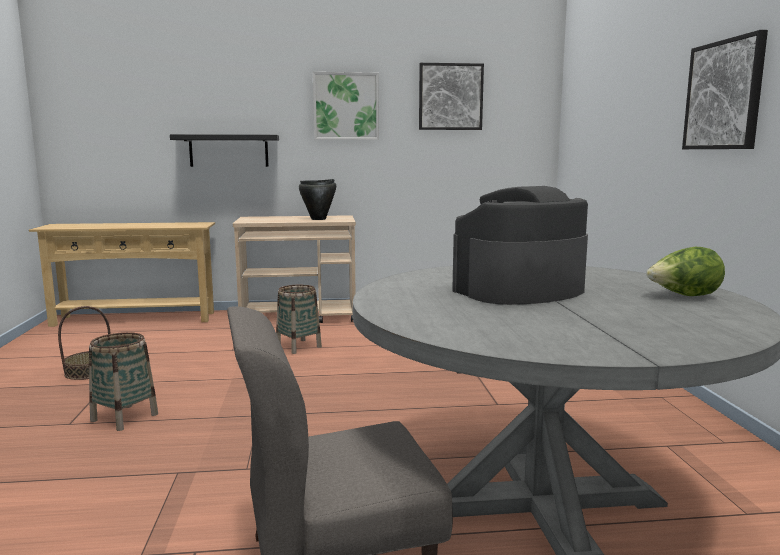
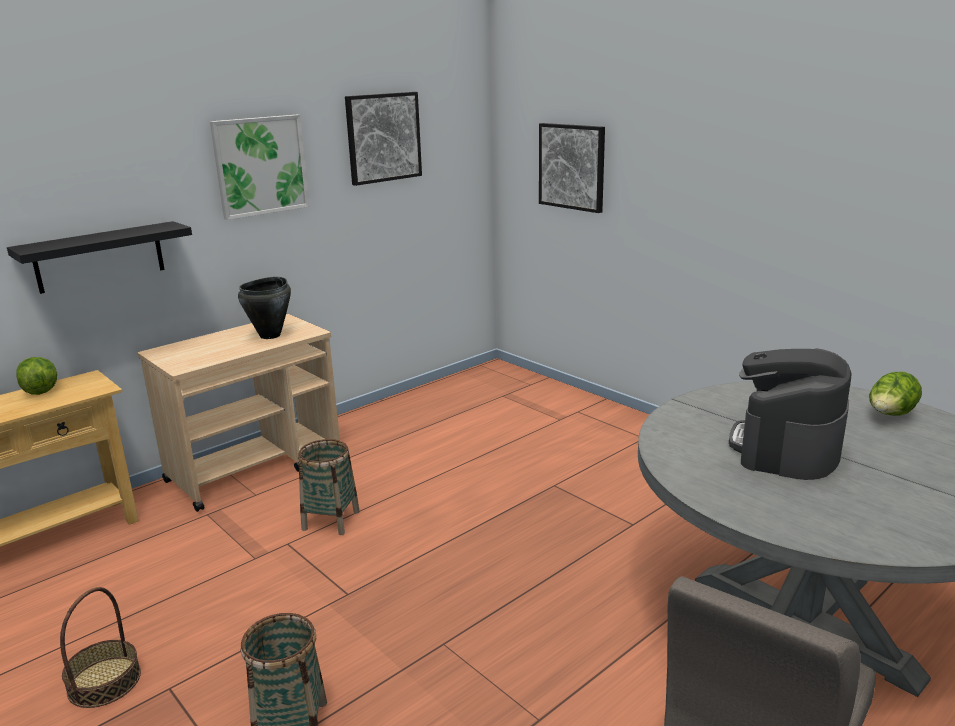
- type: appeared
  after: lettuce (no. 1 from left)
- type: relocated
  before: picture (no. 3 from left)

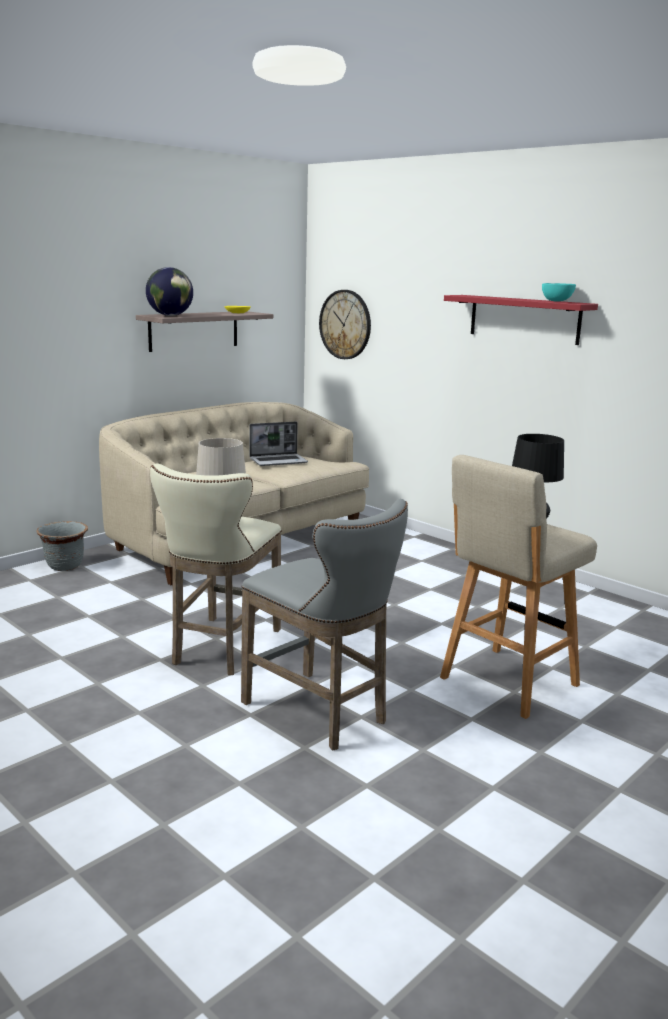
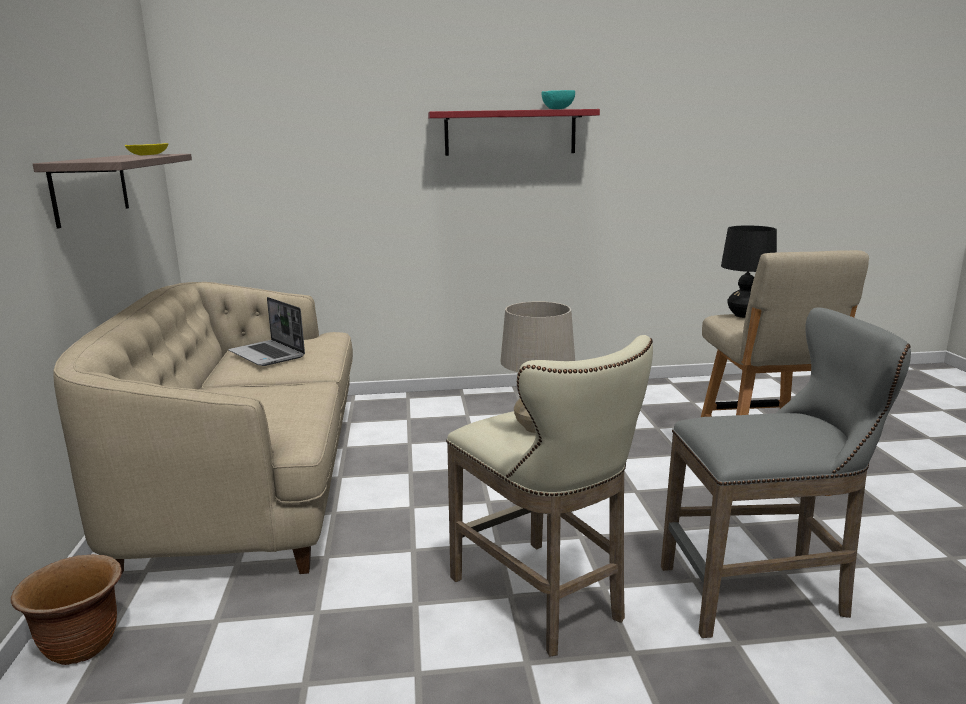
- type: missing
  before: globe
- type: missing
  before: wall_clock
- type: colour
  before: grey_planter
  after: brown_planter
- type: spun
  before: laptop
  turn: 120

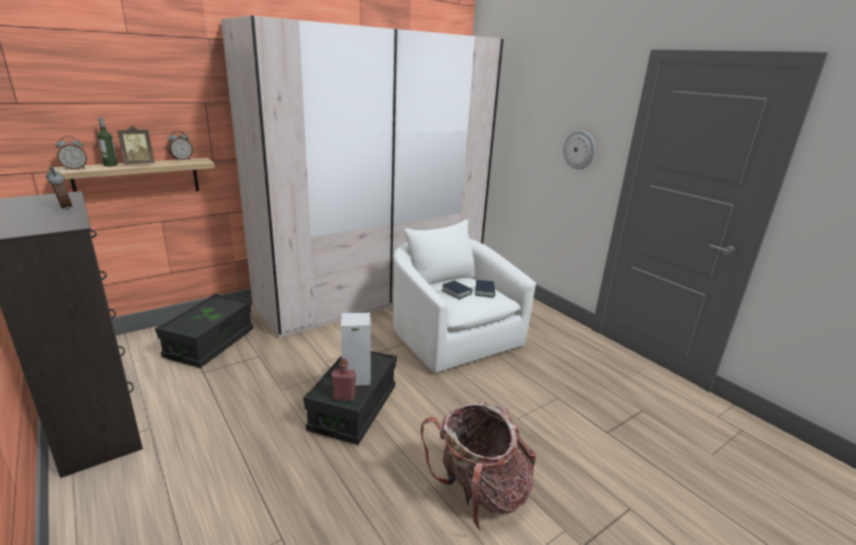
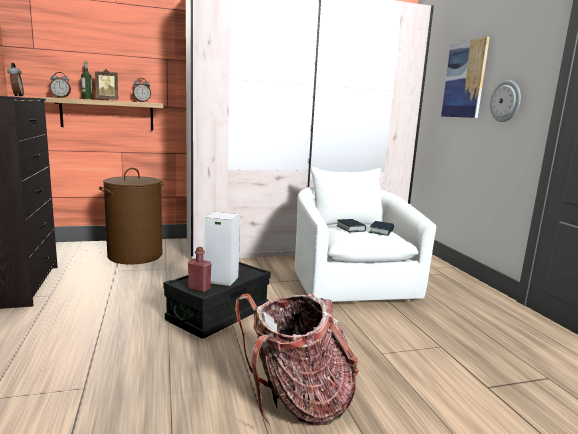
- type: appeared
  after: picture
- type: exchanged
  before: black_storage_box (no. 1 from left)
  after: brown_laundry_basket

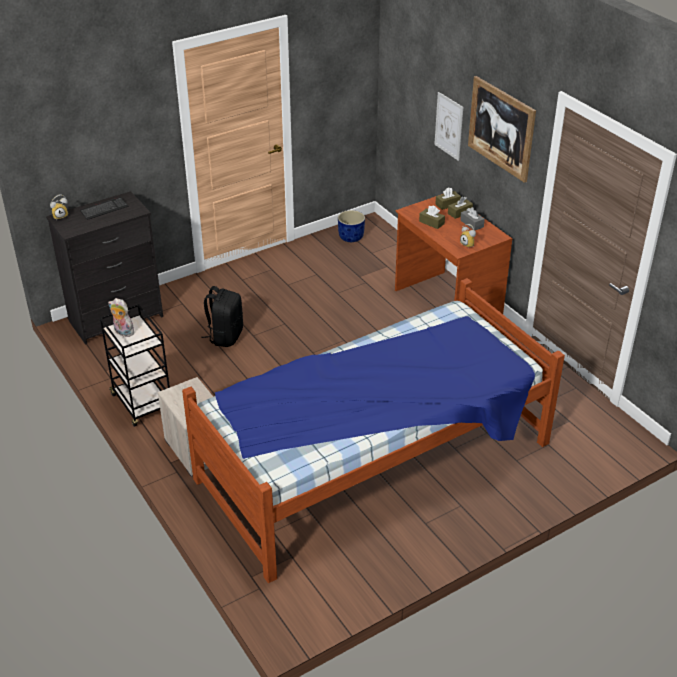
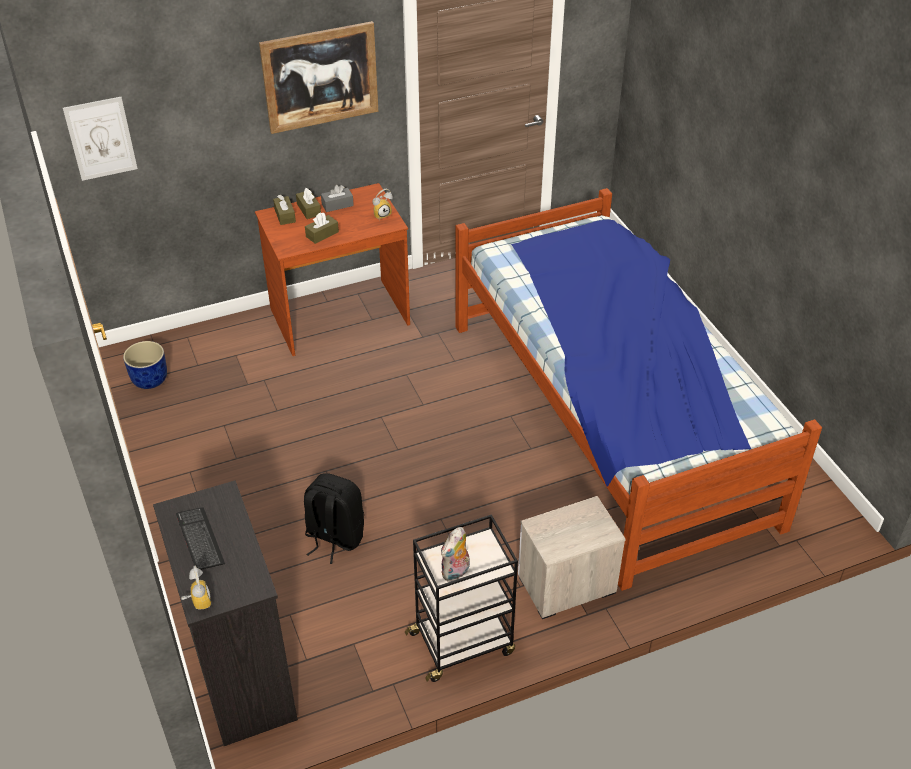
- type: relocated
  before: picture (no. 1 from left)

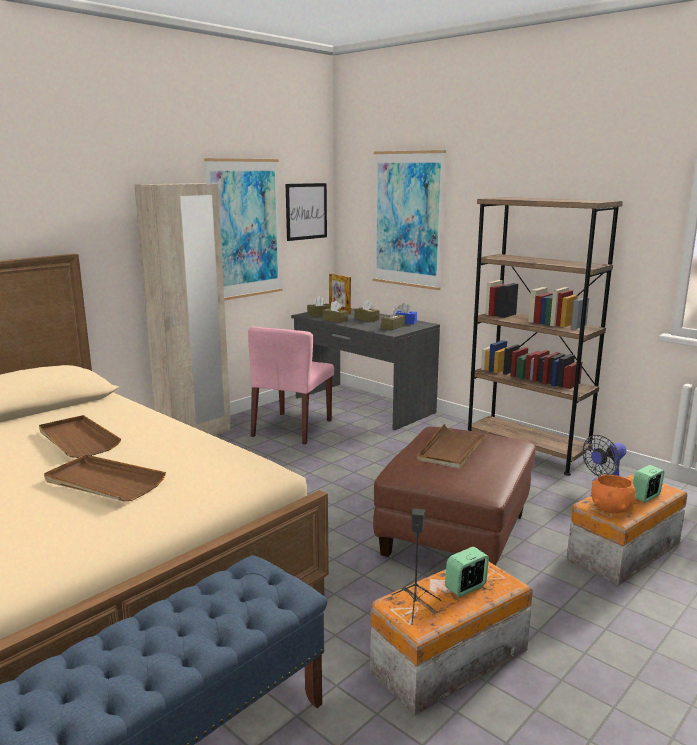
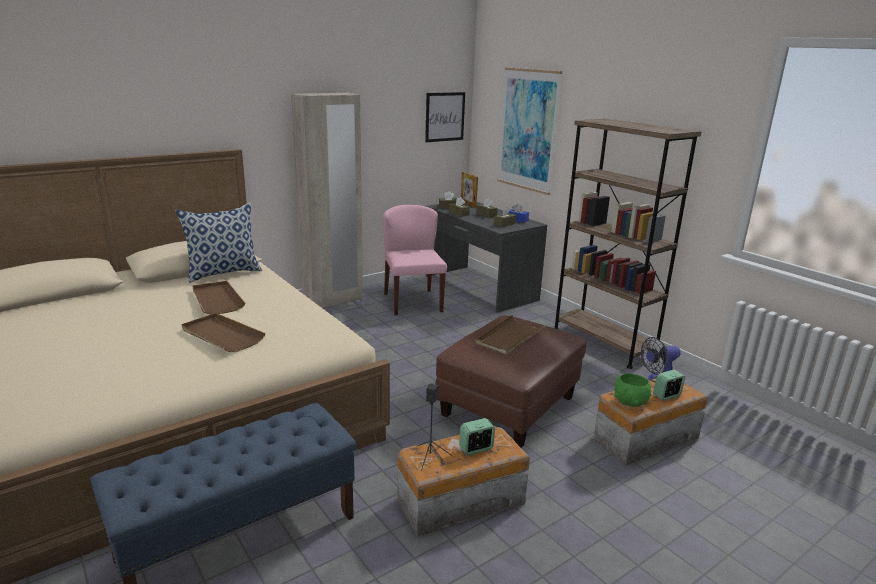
- type: missing
  before: picture (no. 1 from left)
- type: appeared
  after: pillow
- type: colour
  before: orange_bowl
  after: green_bowl
- type: spun
  before: pink_chair
  turn: 135

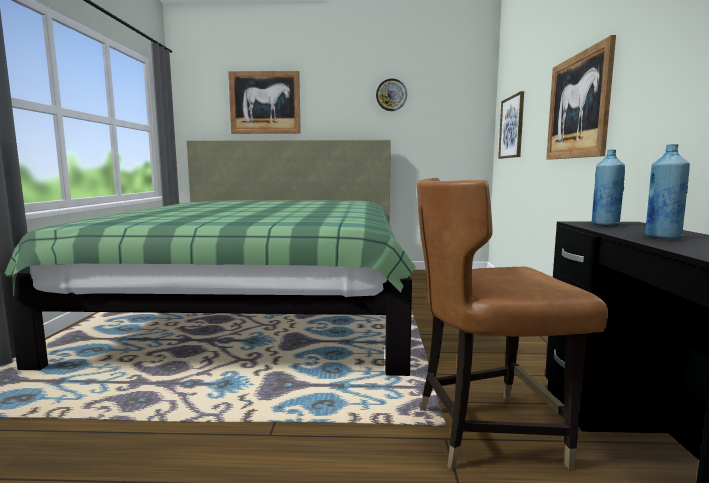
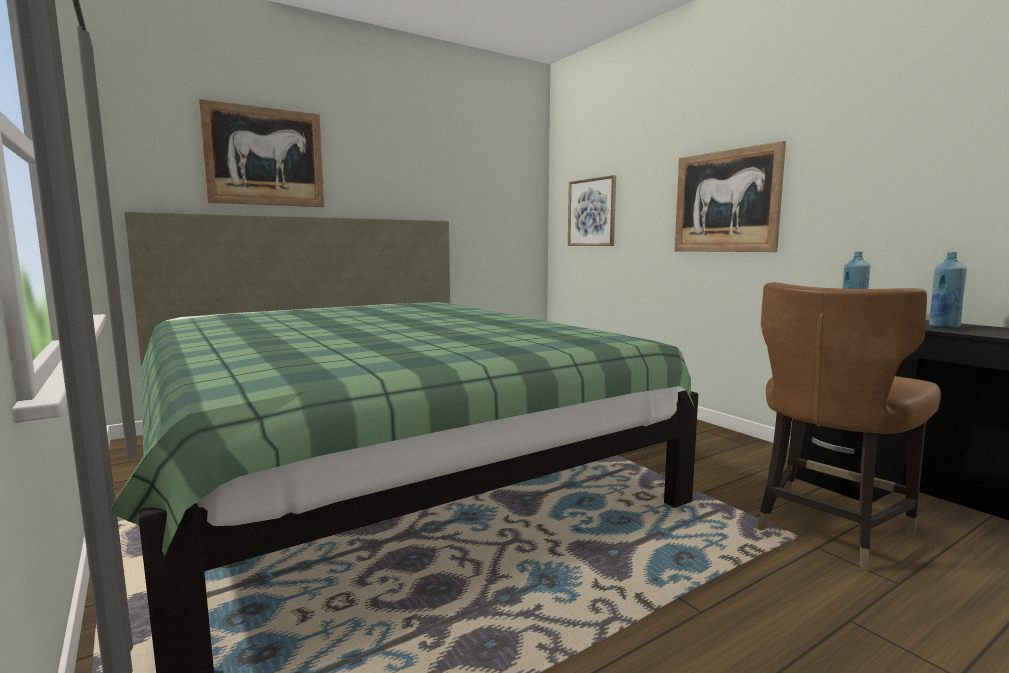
- type: missing
  before: wall_clock

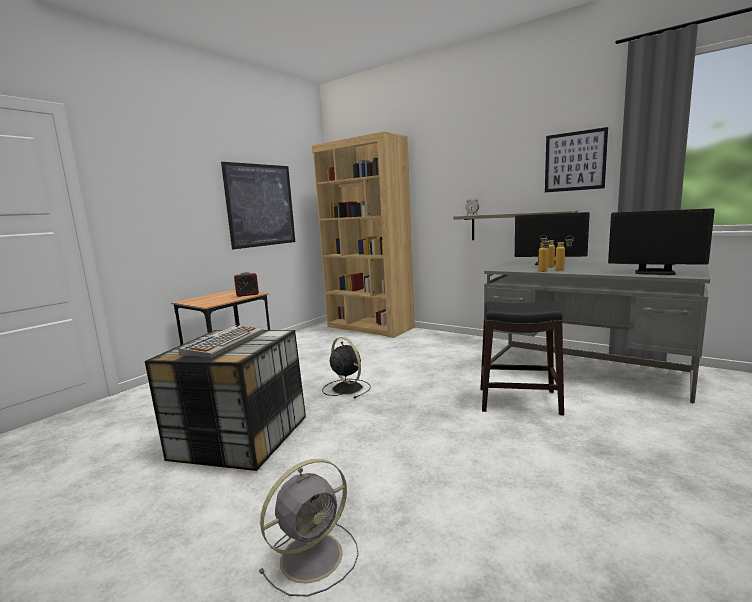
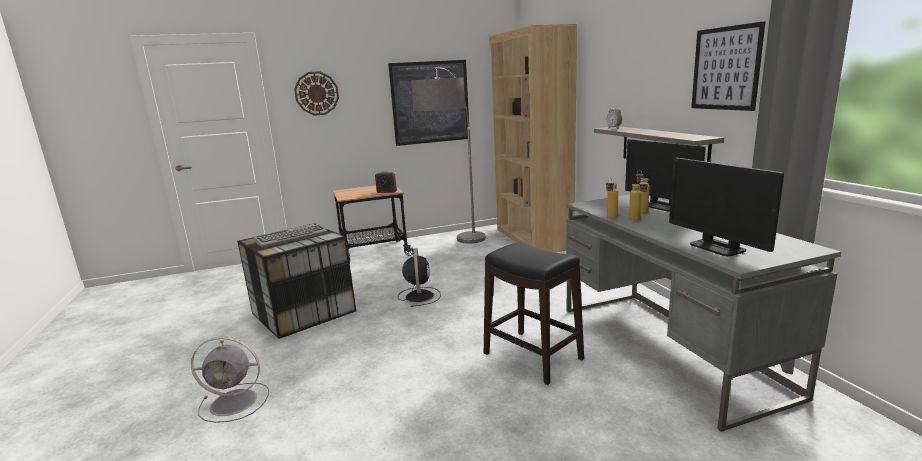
- type: appeared
  after: wall_clock
- type: appeared
  after: floor_lamp

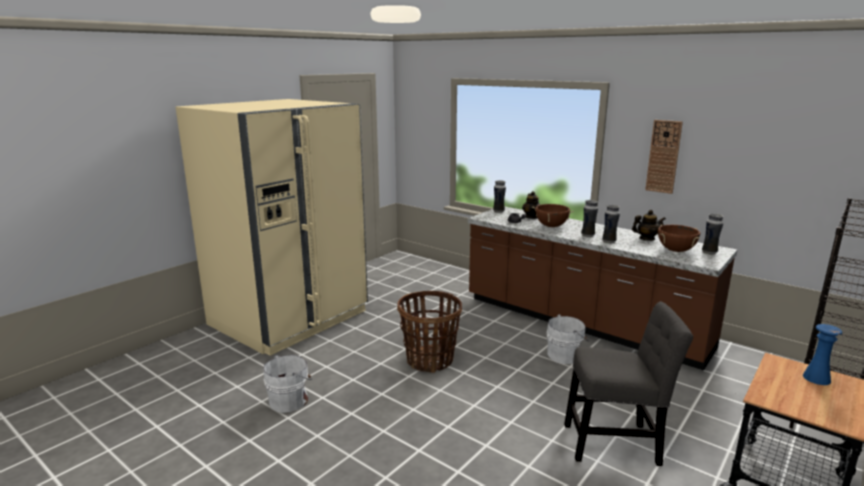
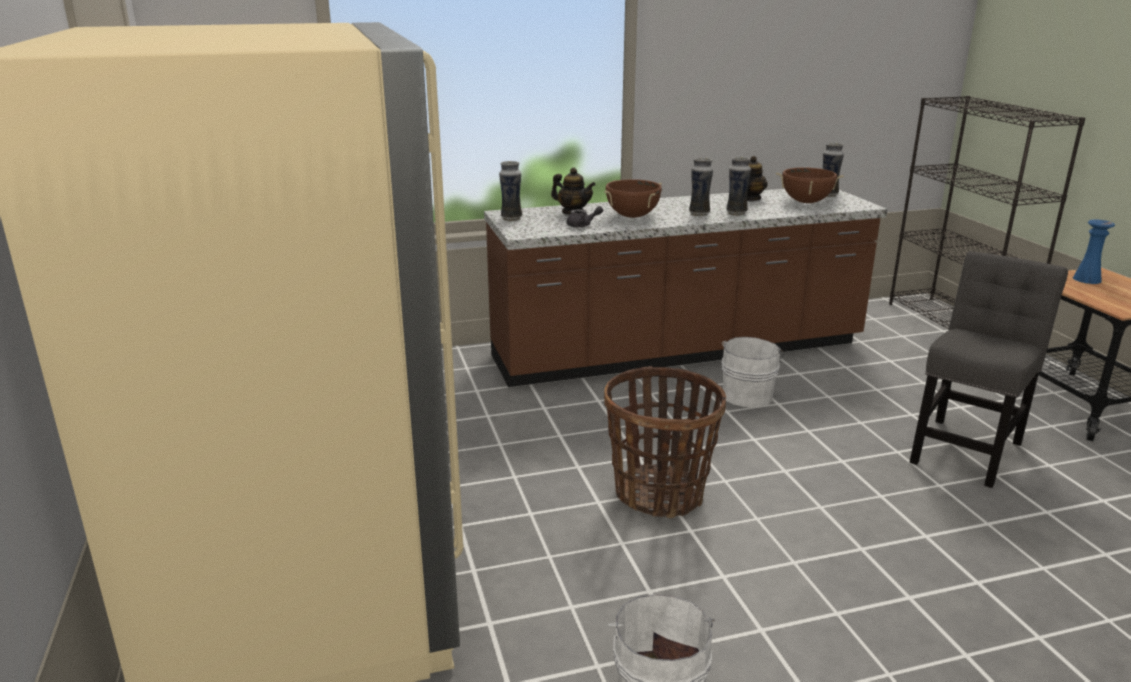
- type: missing
  before: wall_clock

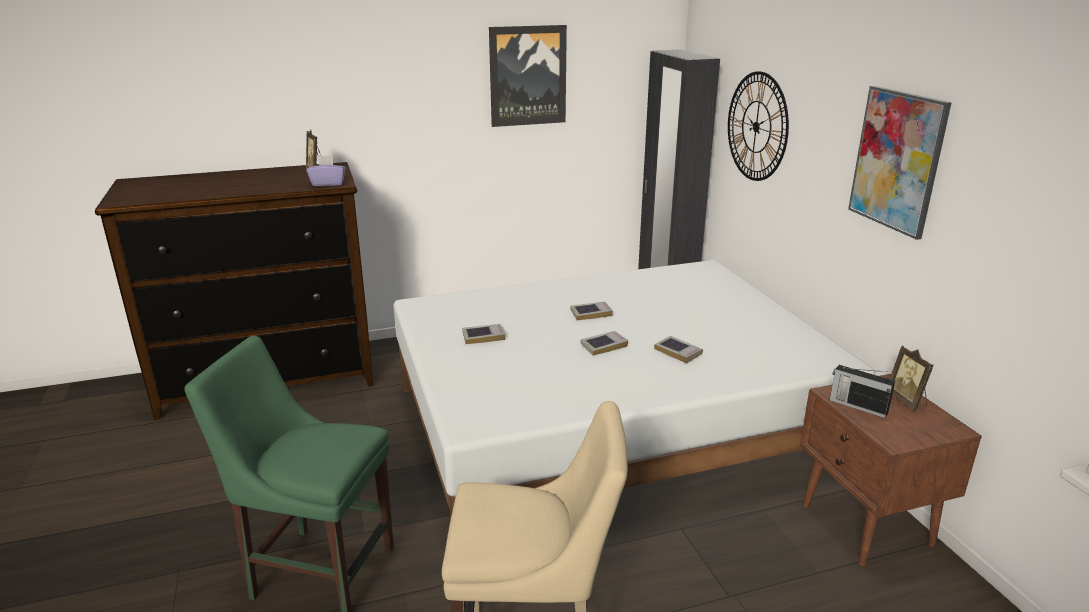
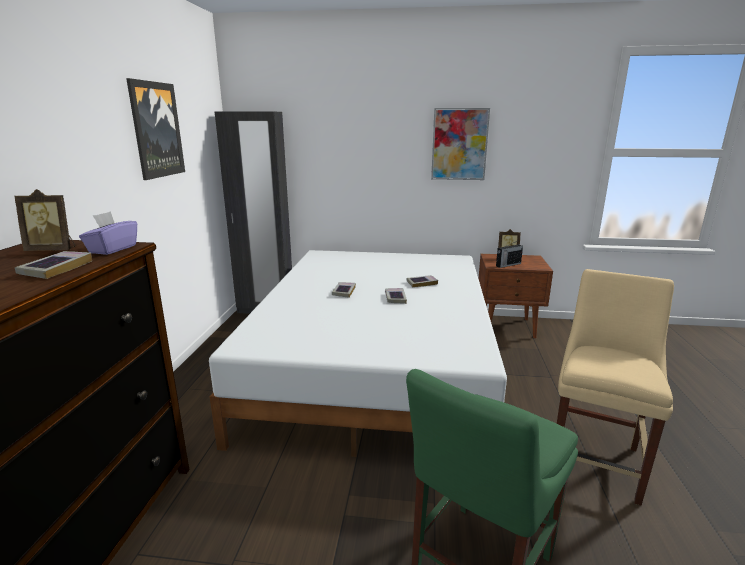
- type: missing
  before: wall_clock
- type: relocated
  before: book (no. 1 from left)

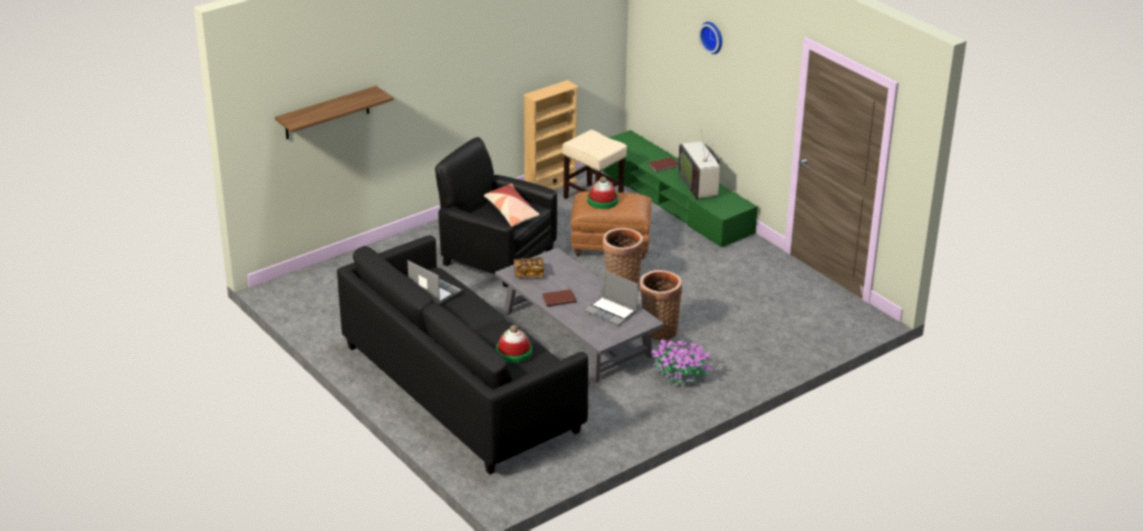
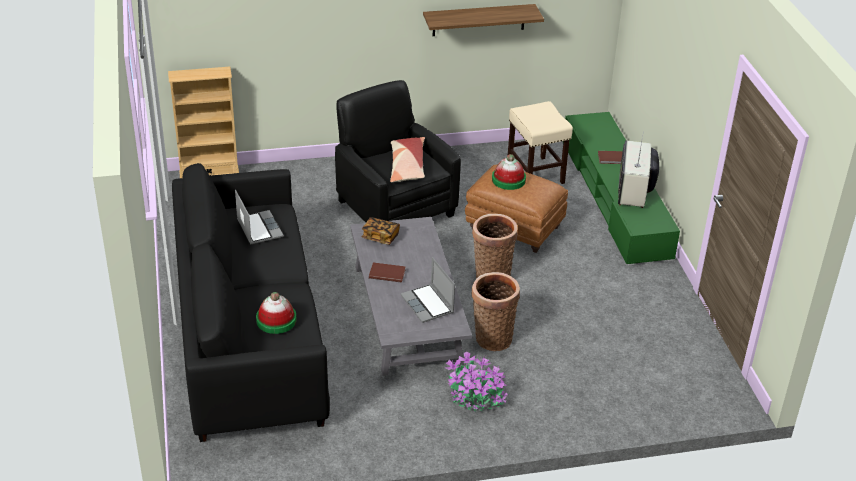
- type: missing
  before: wall_clock
- type: relocated
  before: shelf
- type: relocated
  before: beige_bookcase

